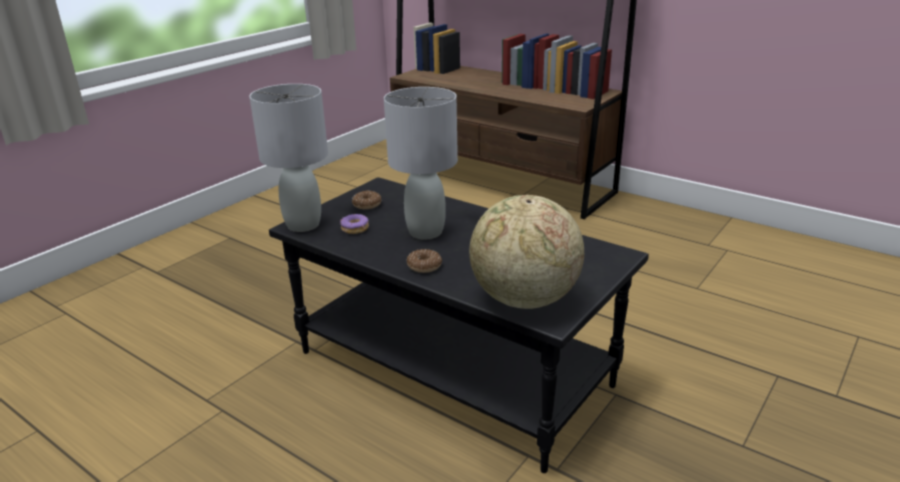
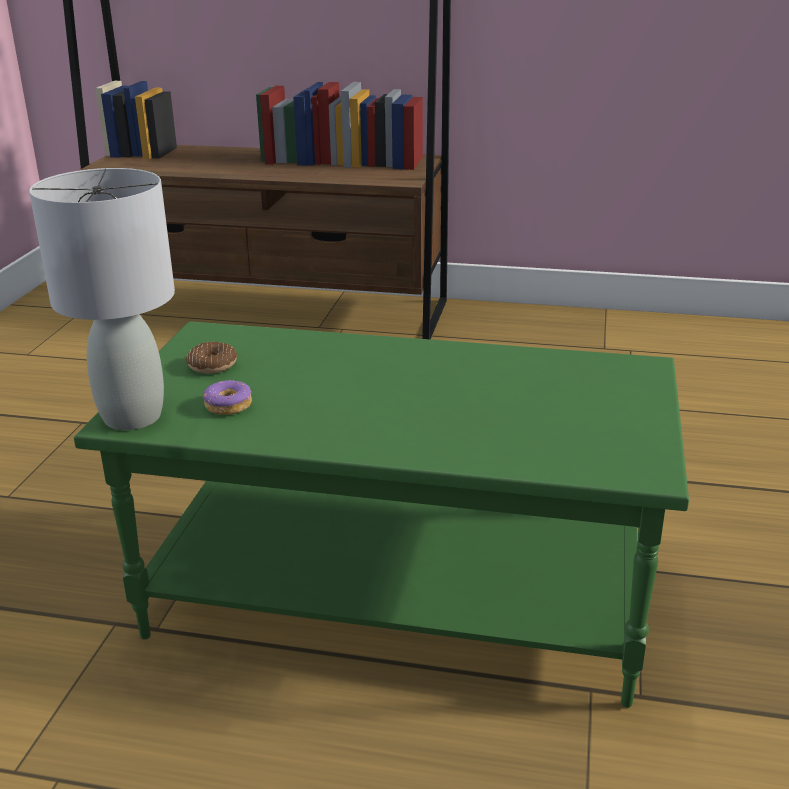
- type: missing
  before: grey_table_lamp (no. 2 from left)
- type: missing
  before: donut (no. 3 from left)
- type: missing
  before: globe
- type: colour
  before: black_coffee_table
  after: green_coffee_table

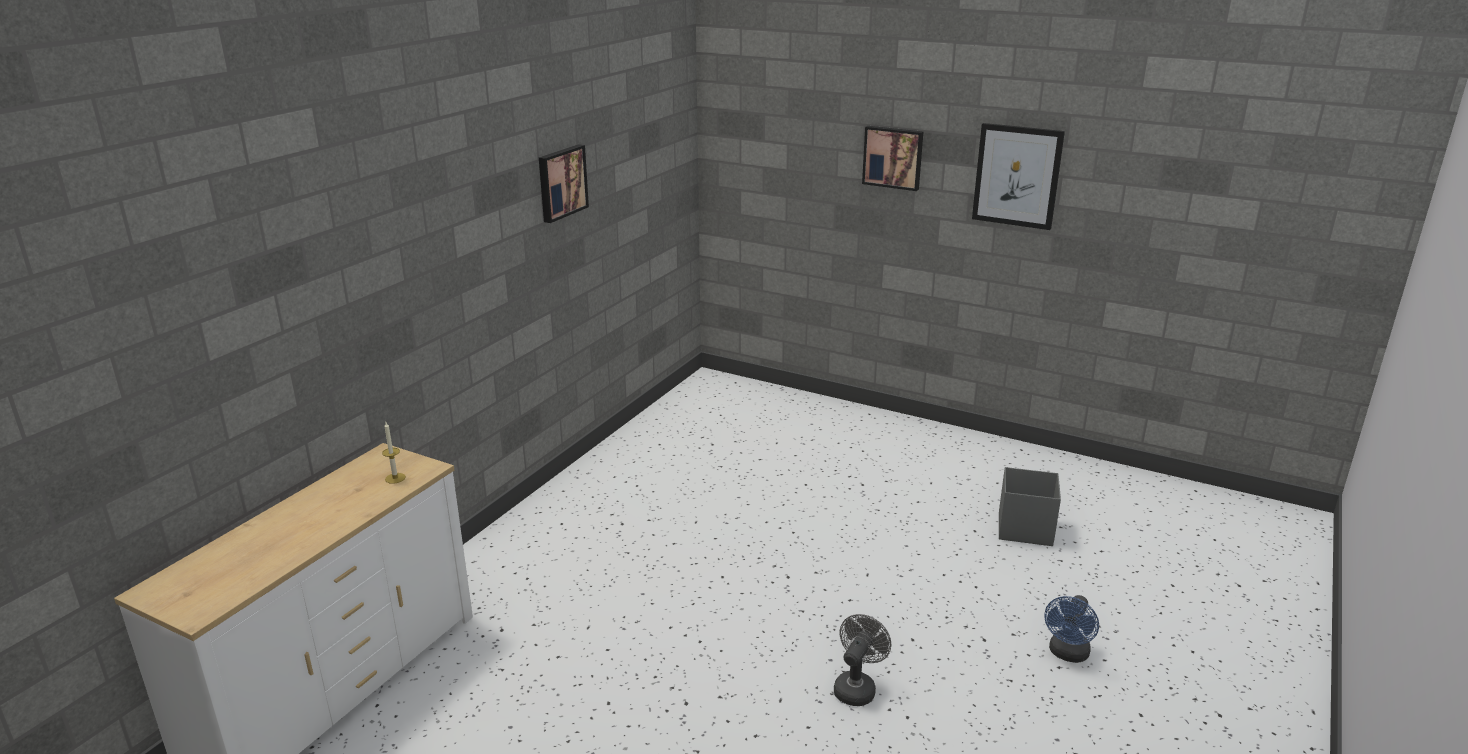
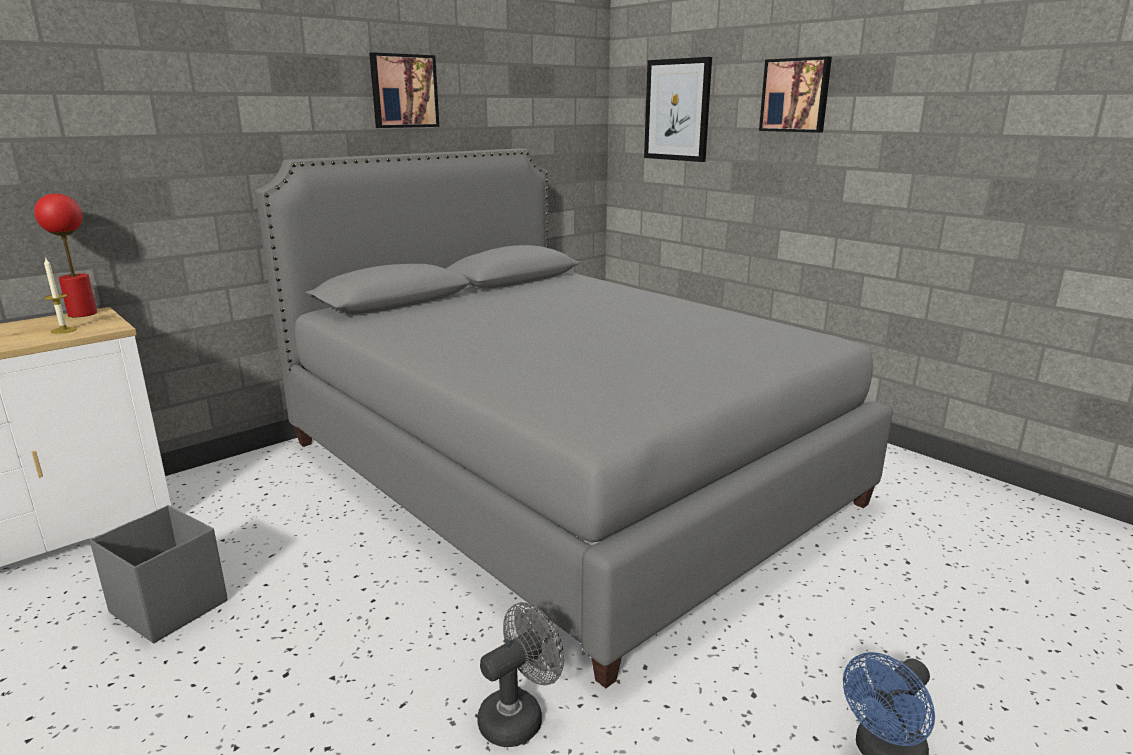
- type: appeared
  after: red_table_lamp
- type: appeared
  after: grey_bed
- type: relocated
  before: picture (no. 3 from left in the first image)
  after: picture (no. 2 from left)
- type: relocated
  before: grey_storage_box

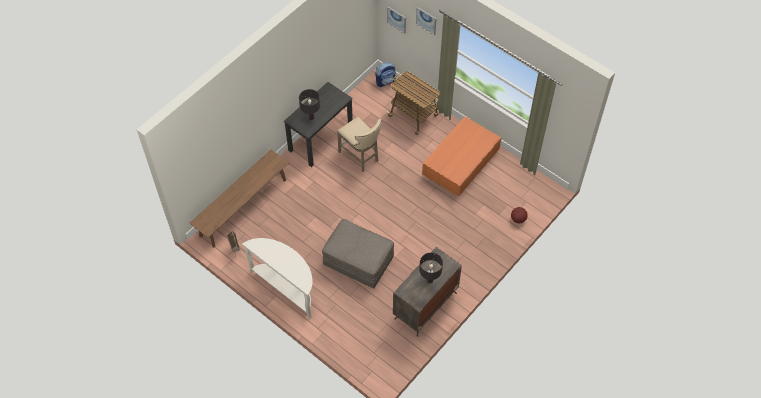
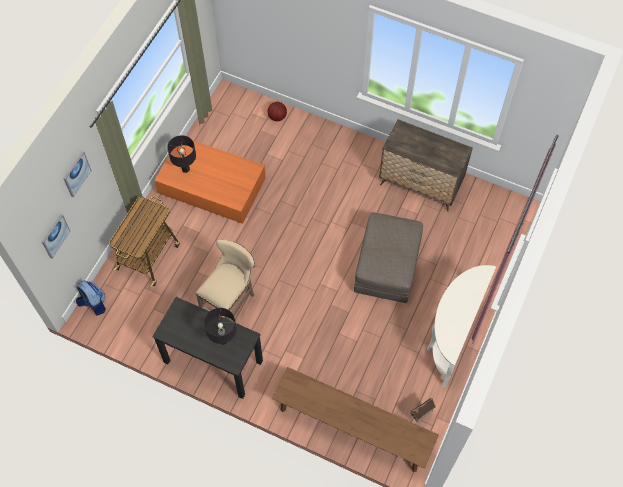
- type: relocated
  before: black_table_lamp (no. 2 from left in the first image)
  after: black_table_lamp (no. 1 from left)

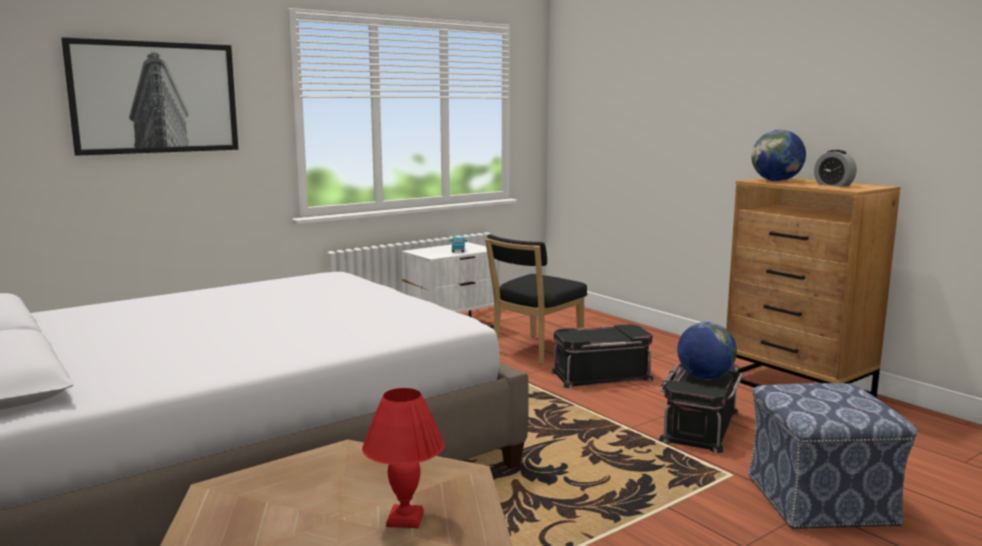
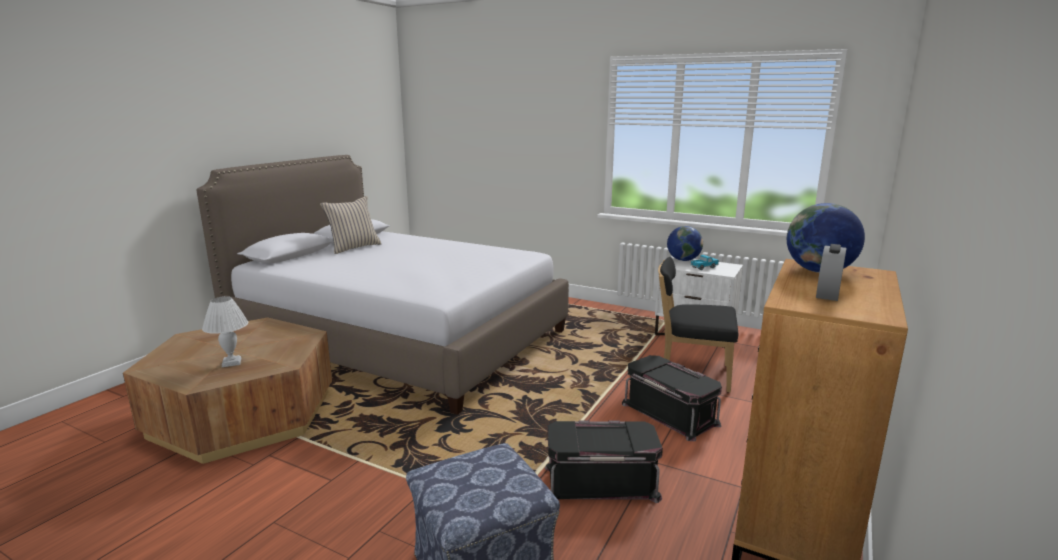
- type: missing
  before: picture
- type: appeared
  after: beige_pillow
- type: relocated
  before: globe (no. 1 from left)
- type: colour
  before: red_table_lamp
  after: white_table_lamp

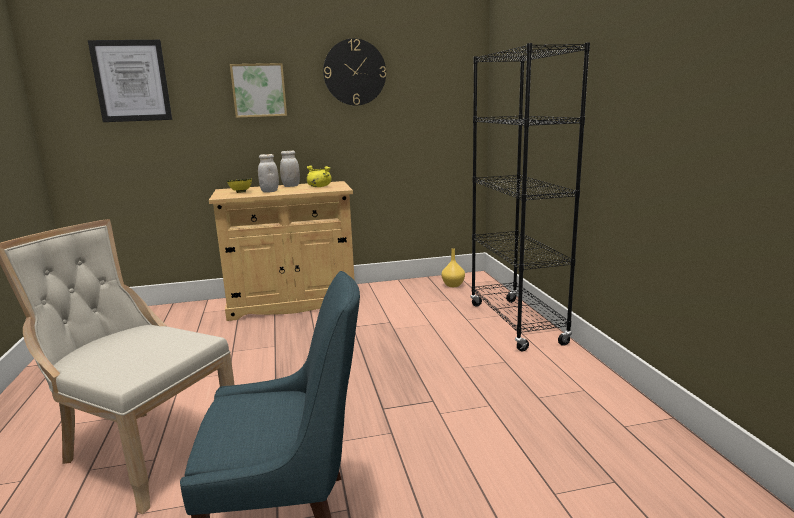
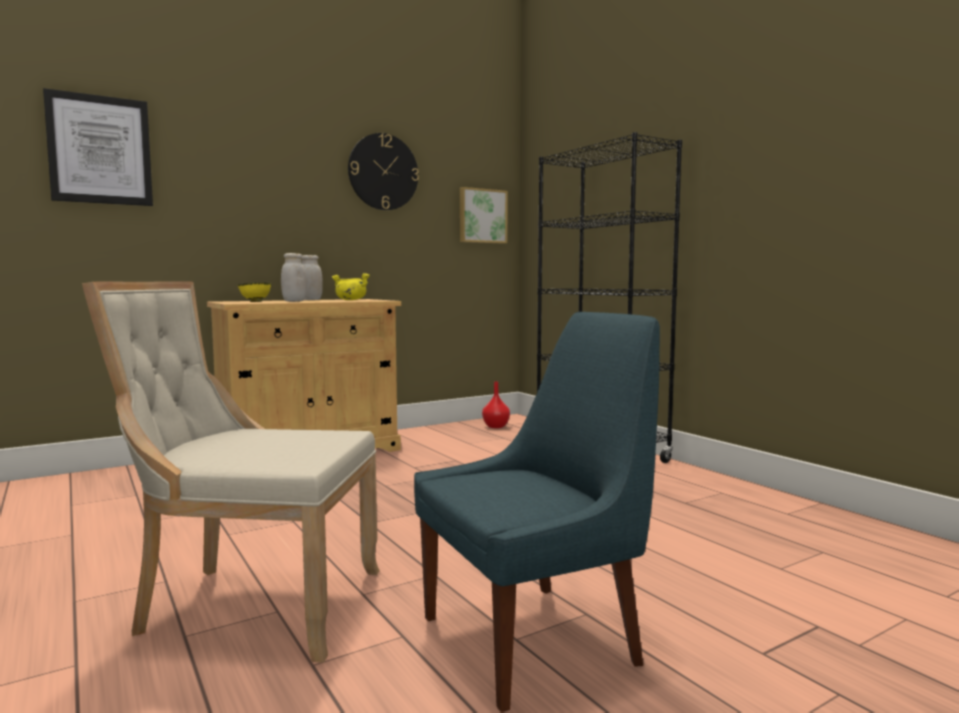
- type: relocated
  before: picture (no. 2 from left)
- type: colour
  before: yellow_vase
  after: red_vase

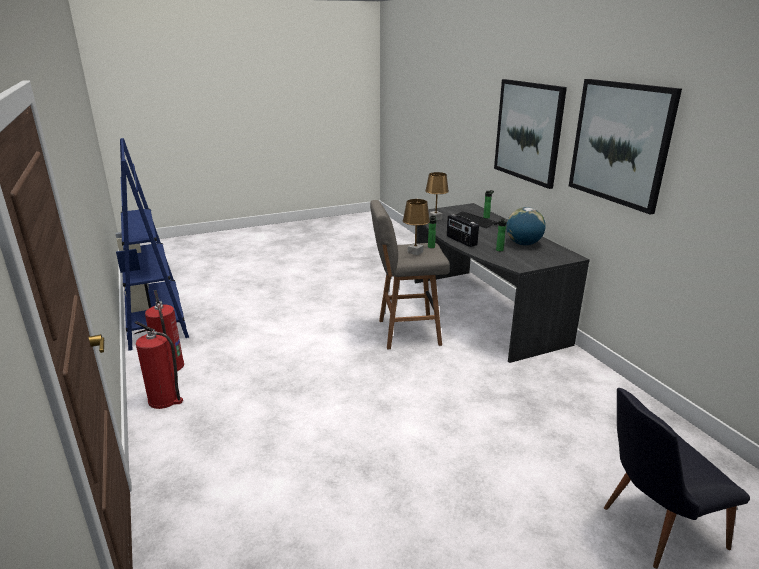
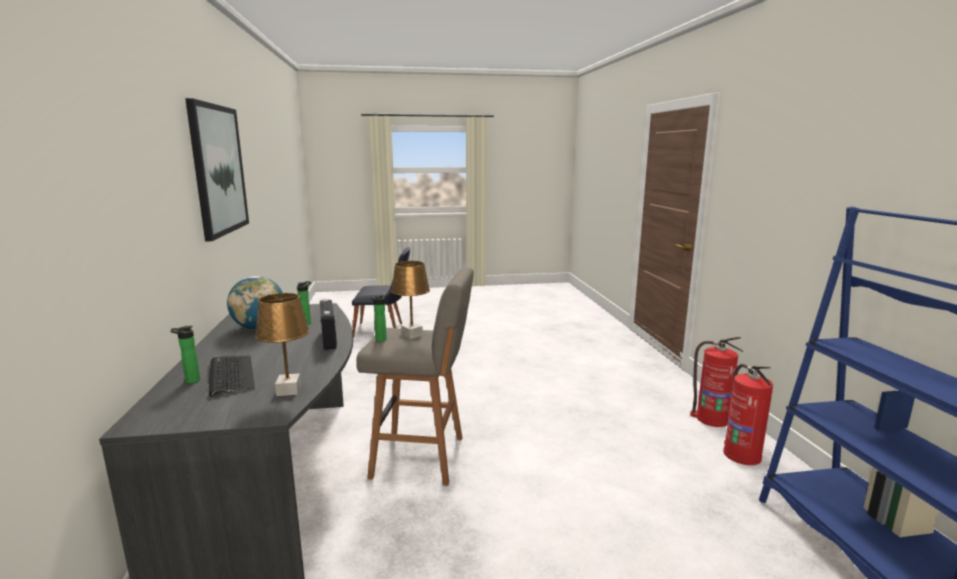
- type: missing
  before: picture (no. 1 from left)

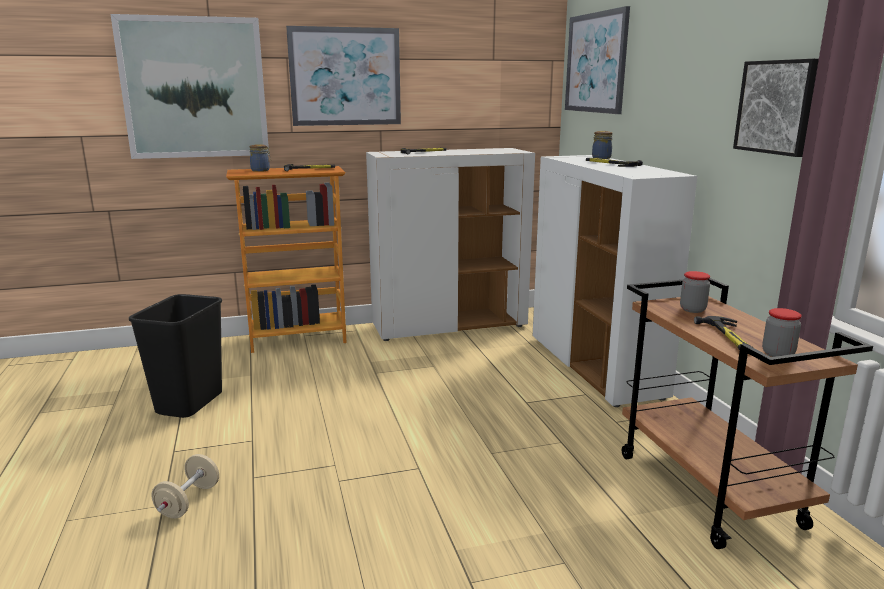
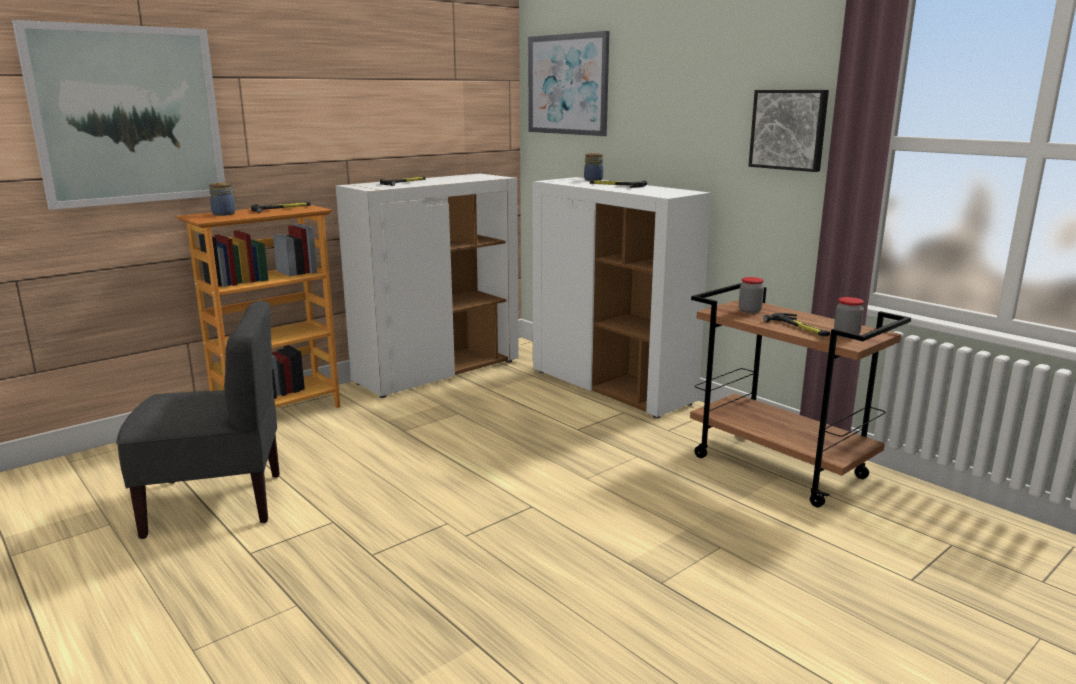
- type: missing
  before: beige_dumbbell
- type: missing
  before: picture (no. 2 from left)
- type: exchanged
  before: black_trash_can
  after: grey_chair

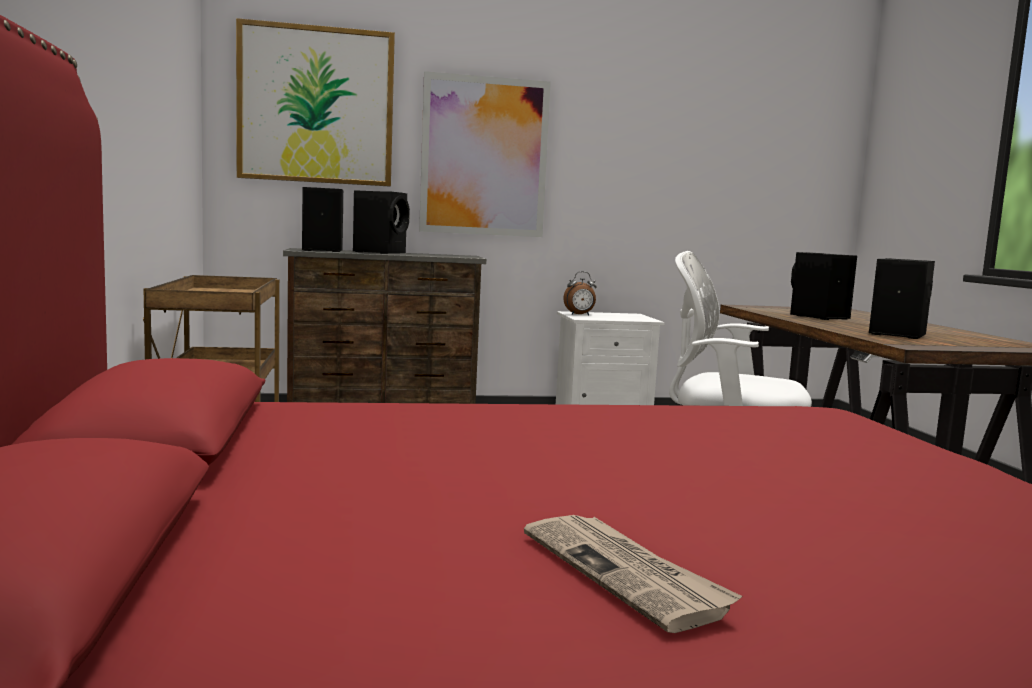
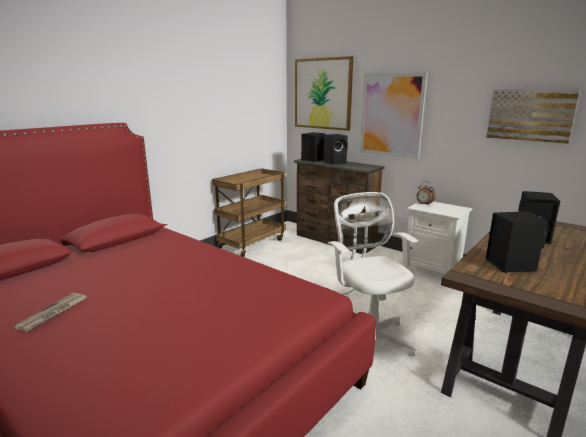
- type: appeared
  after: picture (no. 3 from left)

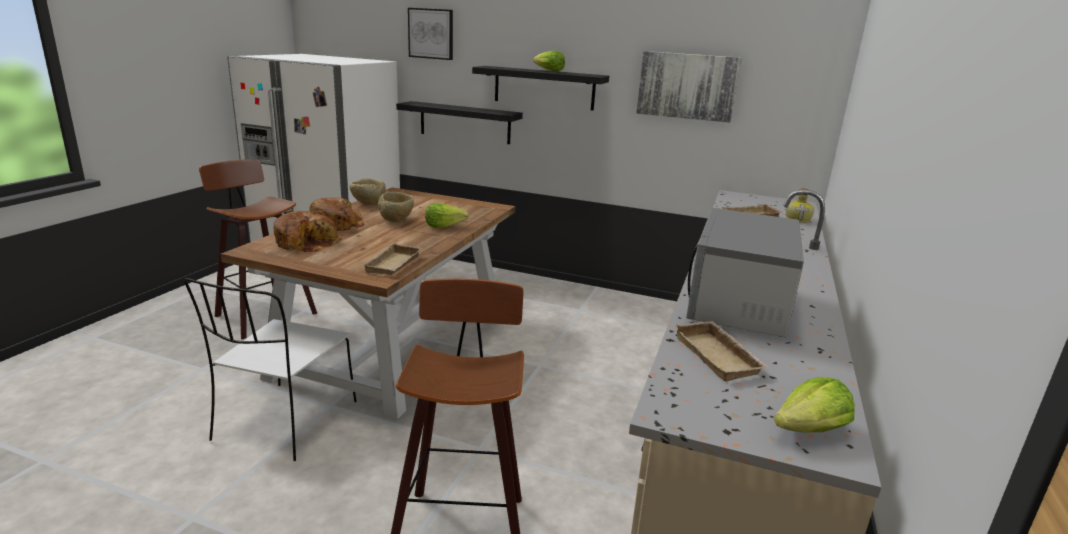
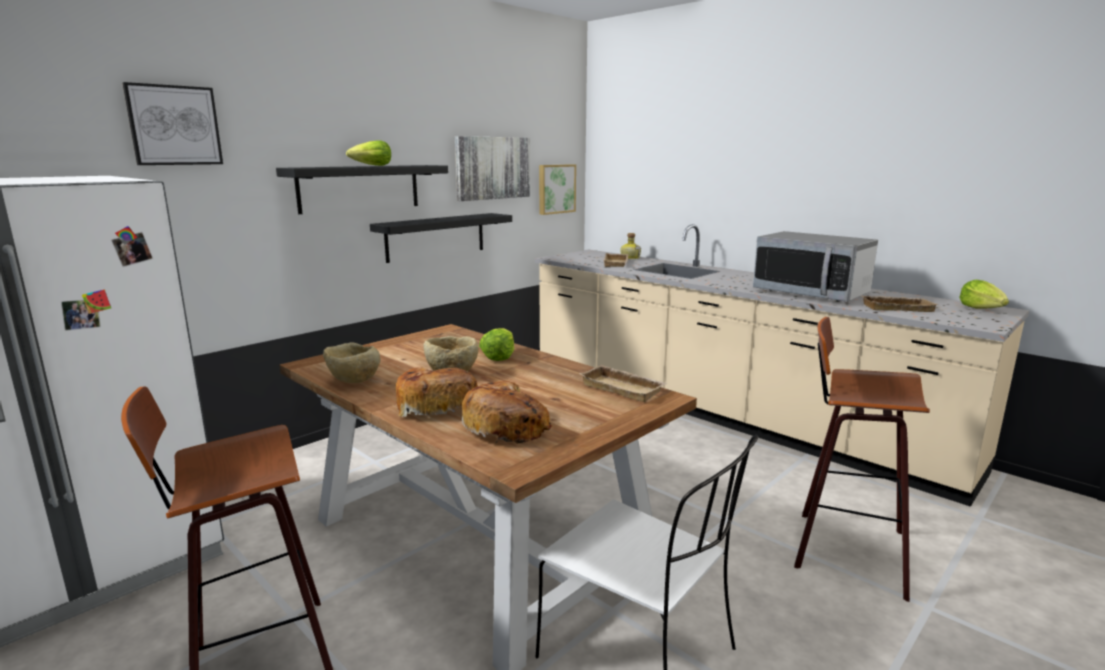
- type: appeared
  after: picture (no. 3 from left)
- type: relocated
  before: black_shelf (no. 1 from left in the first image)
  after: black_shelf (no. 2 from left)

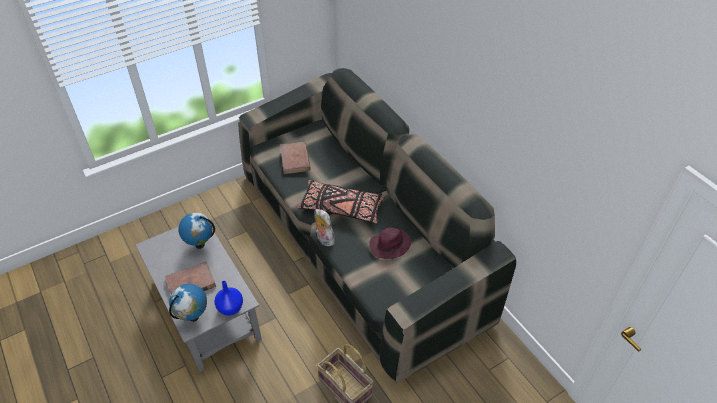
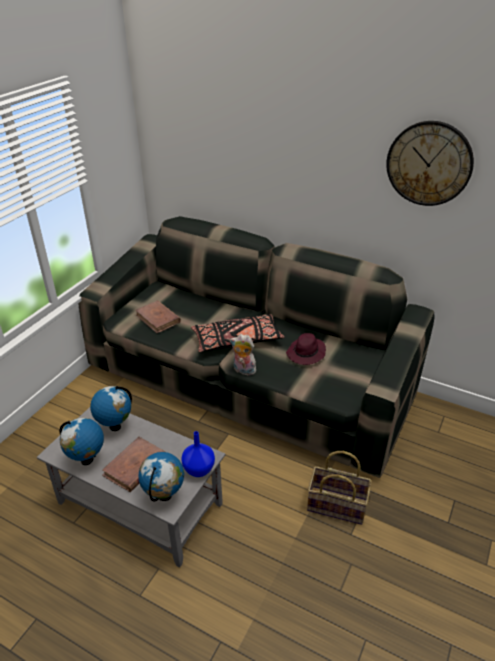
- type: appeared
  after: globe (no. 1 from left)
- type: appeared
  after: wall_clock

